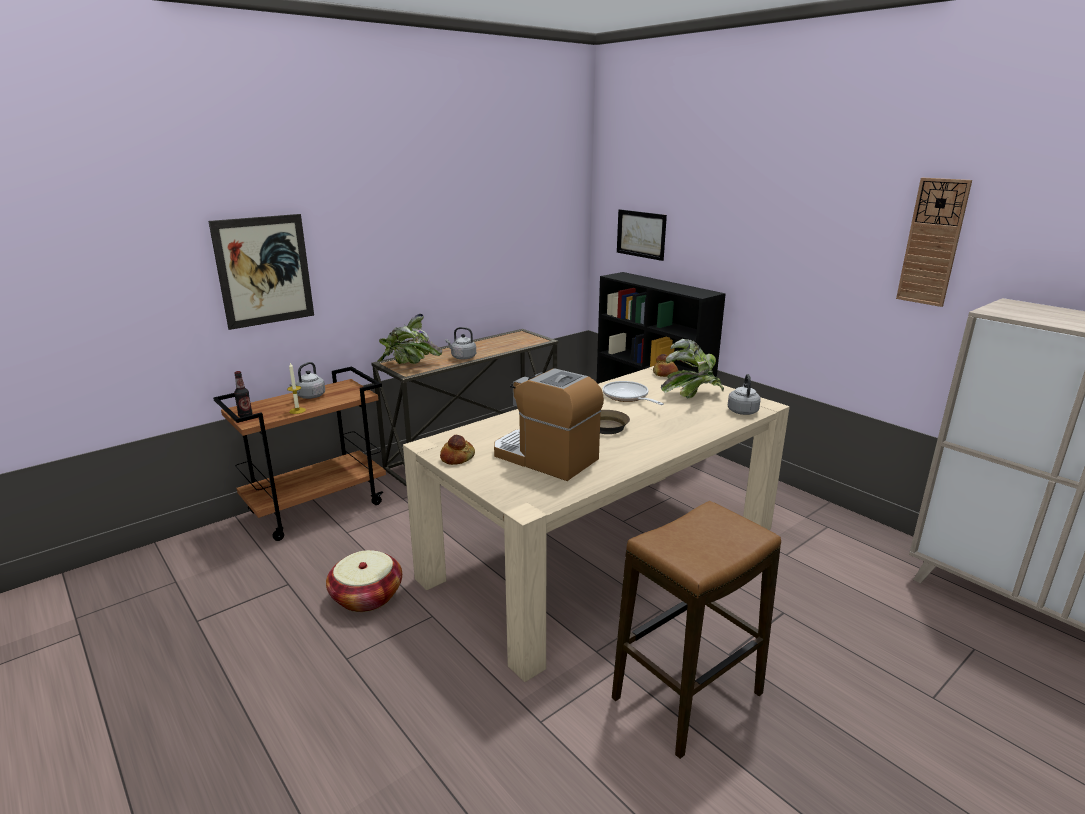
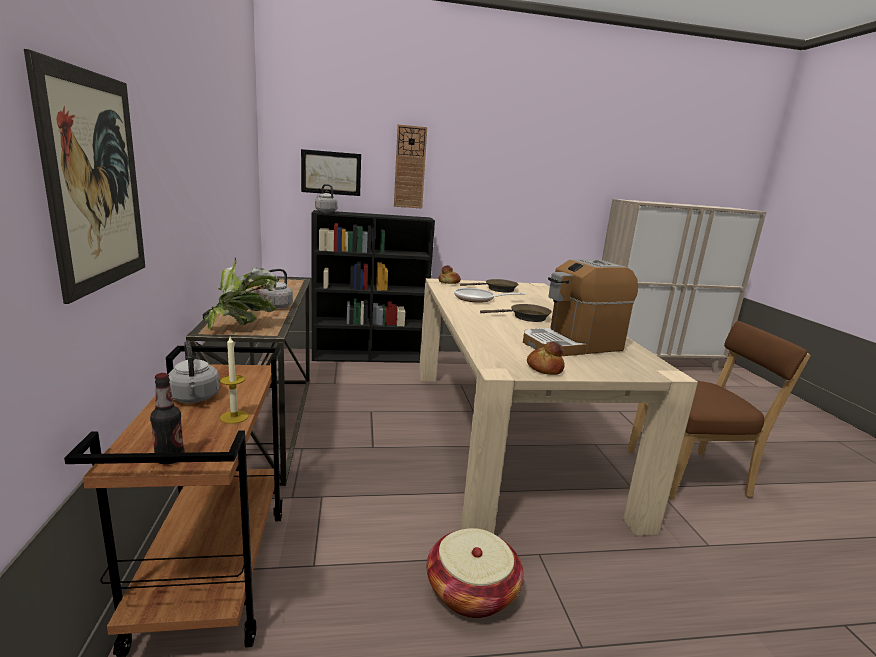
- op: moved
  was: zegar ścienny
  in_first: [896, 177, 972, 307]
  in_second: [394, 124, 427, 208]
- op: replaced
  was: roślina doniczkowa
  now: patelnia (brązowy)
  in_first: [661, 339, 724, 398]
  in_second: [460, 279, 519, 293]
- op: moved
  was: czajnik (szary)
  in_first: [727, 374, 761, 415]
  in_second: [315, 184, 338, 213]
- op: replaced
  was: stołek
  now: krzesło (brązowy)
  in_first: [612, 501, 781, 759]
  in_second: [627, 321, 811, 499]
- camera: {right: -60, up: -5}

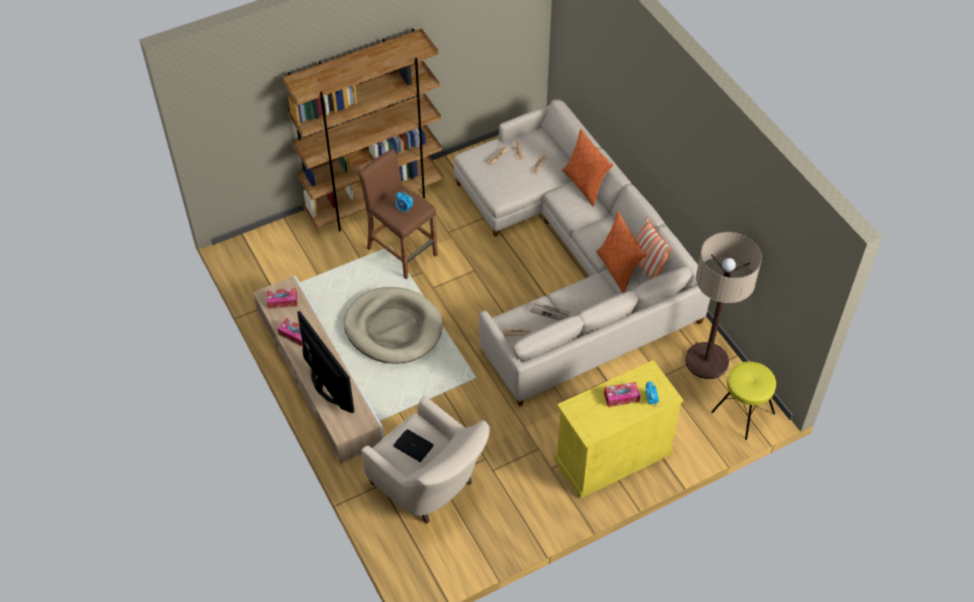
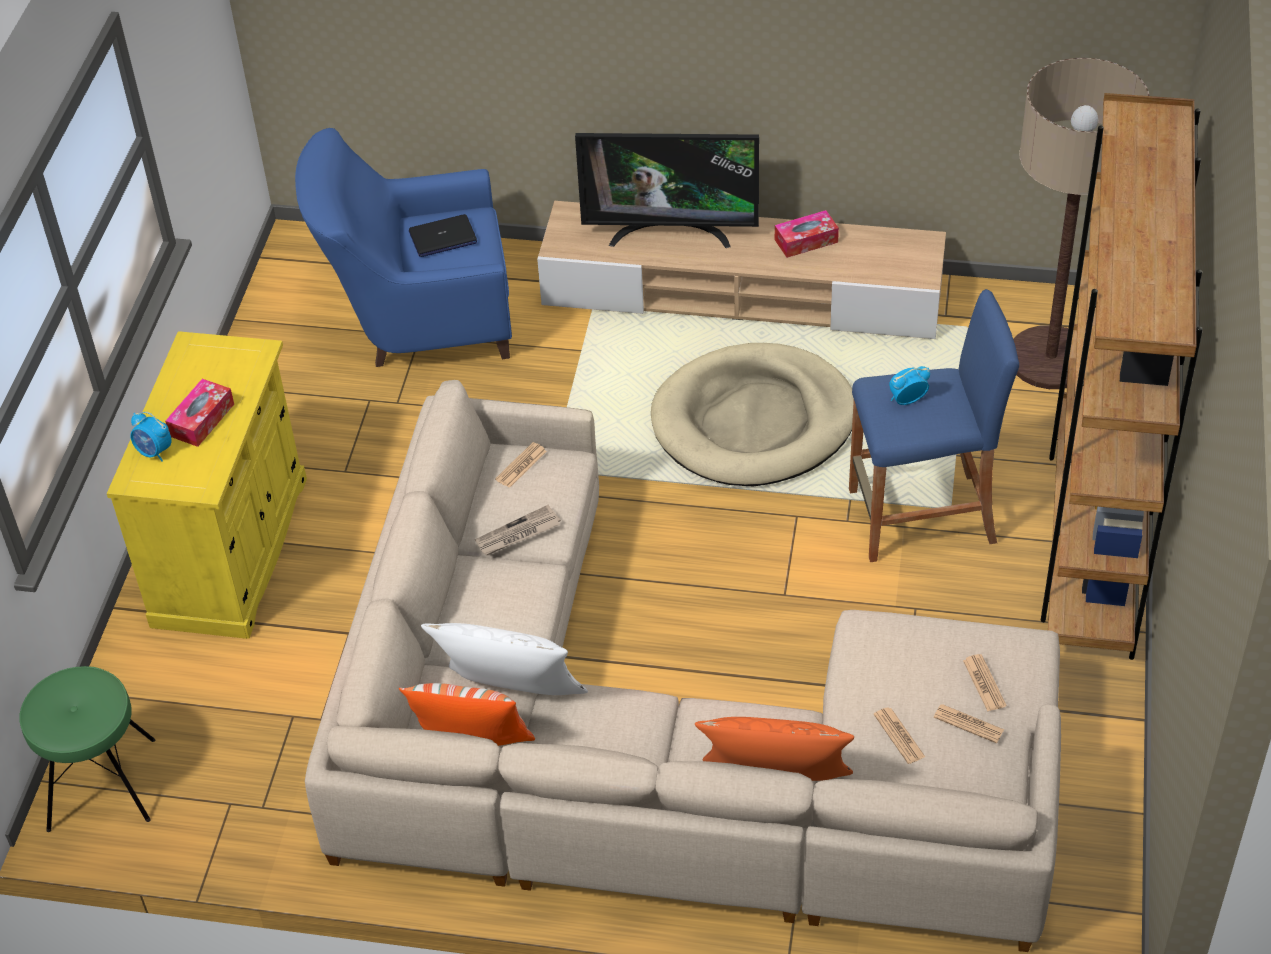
- op: recoloured
  was: stołek (brązowy)
  now: stołek (niebieski)
  in_first: [358, 149, 438, 279]
  in_second: [849, 289, 1019, 562]
- op: recoloured
  was: poduszka (pomarańczowy)
  now: poduszka (biały)
  in_first: [596, 212, 647, 293]
  in_second: [421, 623, 588, 695]
- op: moved
  was: lampa stojąca
  in_first: [685, 232, 762, 379]
  in_second: [1013, 58, 1149, 389]
- op: removed
  was: pudełko chusteczek
  in_first: [267, 288, 297, 309]
- op: recoloured
  was: stołek (żółty)
  now: stołek (zielony)
  in_first: [711, 362, 776, 440]
  in_second: [19, 666, 155, 832]
- op: recoloured
  was: fotel (beżowy)
  now: fotel (niebieski)
  in_first: [361, 396, 490, 523]
  in_second: [295, 128, 512, 367]
- camera: {right: 130, up: -5}

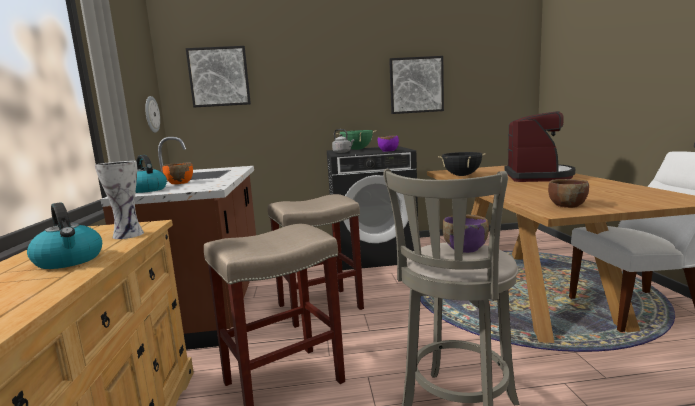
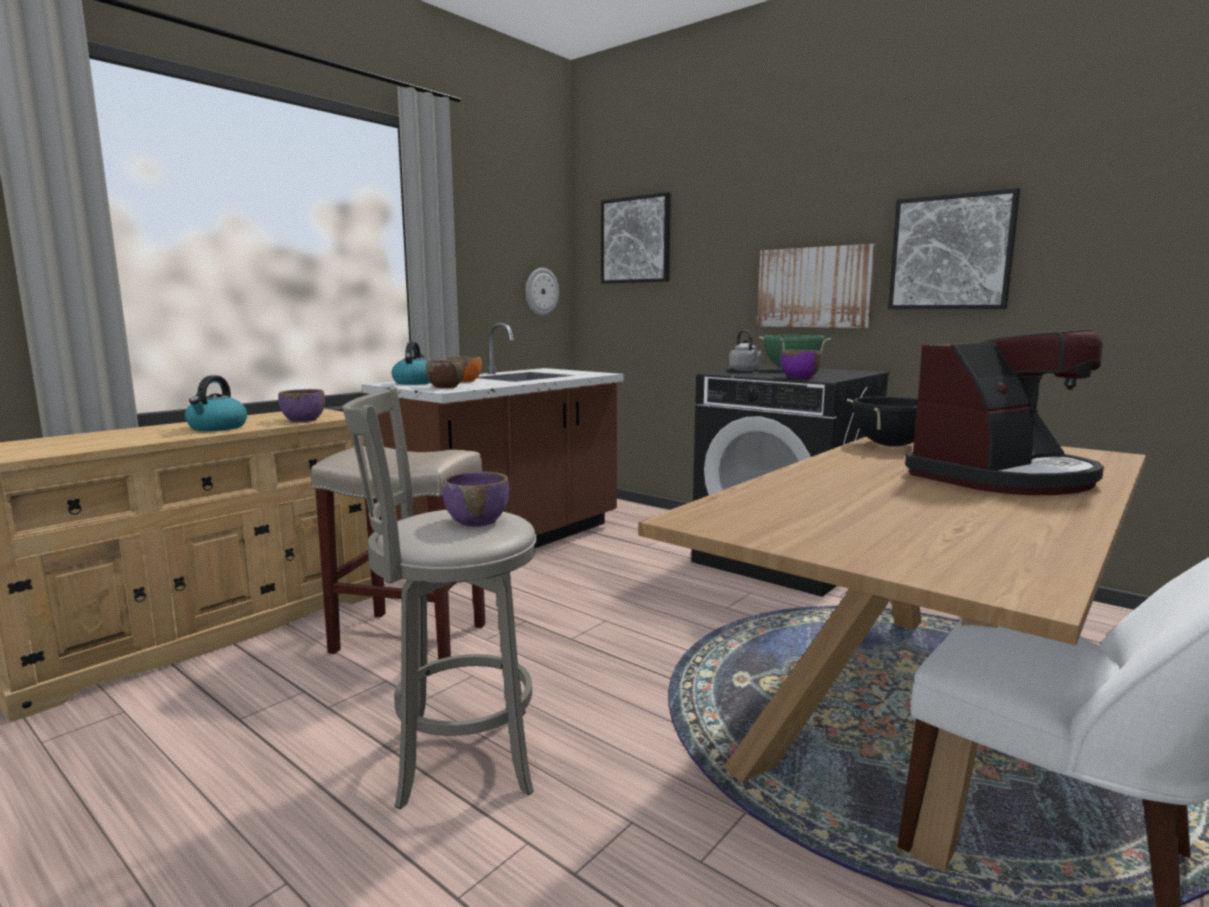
- op: replaced
  was: wazon
  now: miska (fioletowy)
  in_first: [95, 161, 144, 239]
  in_second: [278, 389, 325, 422]
- op: moved
  was: miska (brązowy)
  in_first: [548, 179, 589, 208]
  in_second: [426, 360, 464, 388]
- op: removed
  was: stołek (beżowy)
  in_first: [268, 194, 364, 328]
- op: added
  now: obraz
  in_second: [757, 244, 876, 328]
- camera: {right: 45, up: 0}

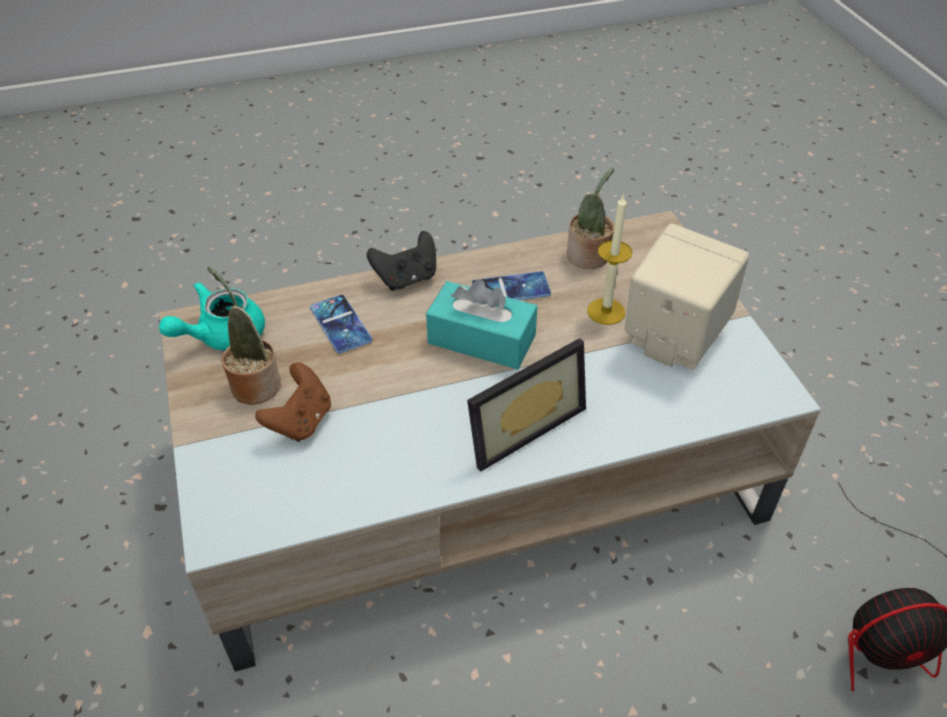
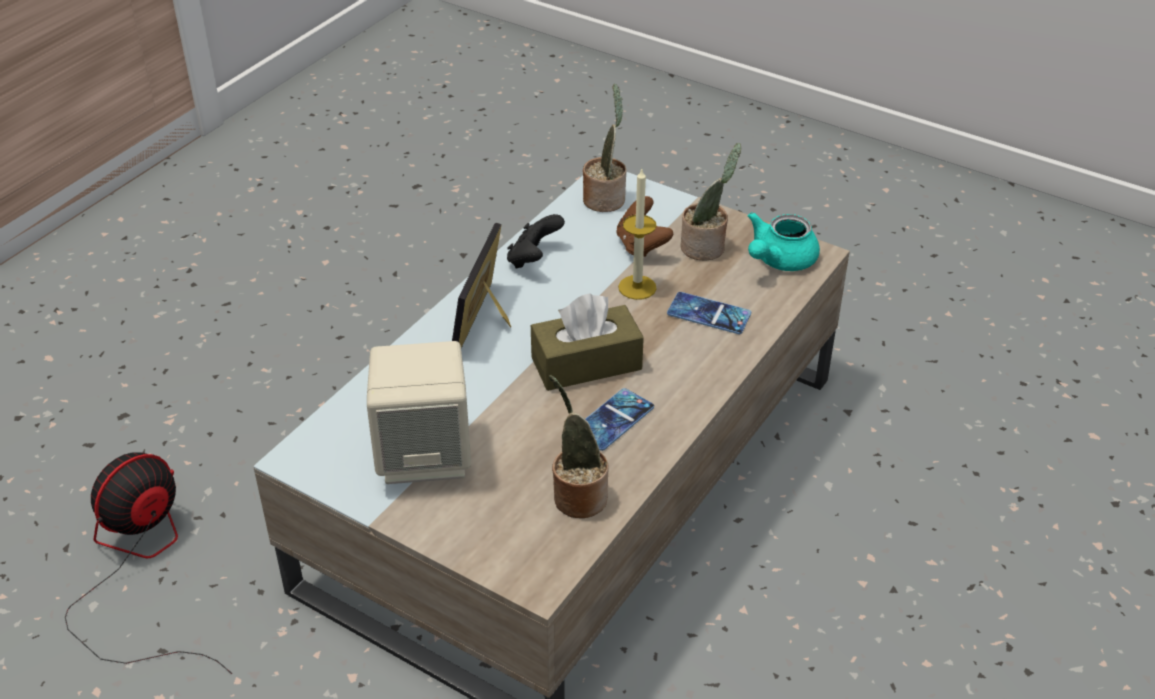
- op: moved
  was: świeca
  in_first: [587, 194, 632, 325]
  in_second: [618, 169, 657, 300]
- op: moved
  was: pad do gier (czarny)
  in_first: [367, 231, 436, 291]
  in_second: [507, 214, 565, 269]
- op: recoloured
  was: pudełko chusteczek (turkusowy)
  now: pudełko chusteczek (brązowy)
  in_first: [426, 279, 538, 369]
  in_second: [531, 293, 644, 391]
- op: turned
  was: imbryk (turkusowy)
  in_first: [159, 282, 265, 351]
  in_second: [748, 212, 820, 271]
  clockwise: -150
- op: added
  now: roślina doniczkowa
  in_second: [583, 84, 626, 212]
- camera: {right: 140, up: -5}

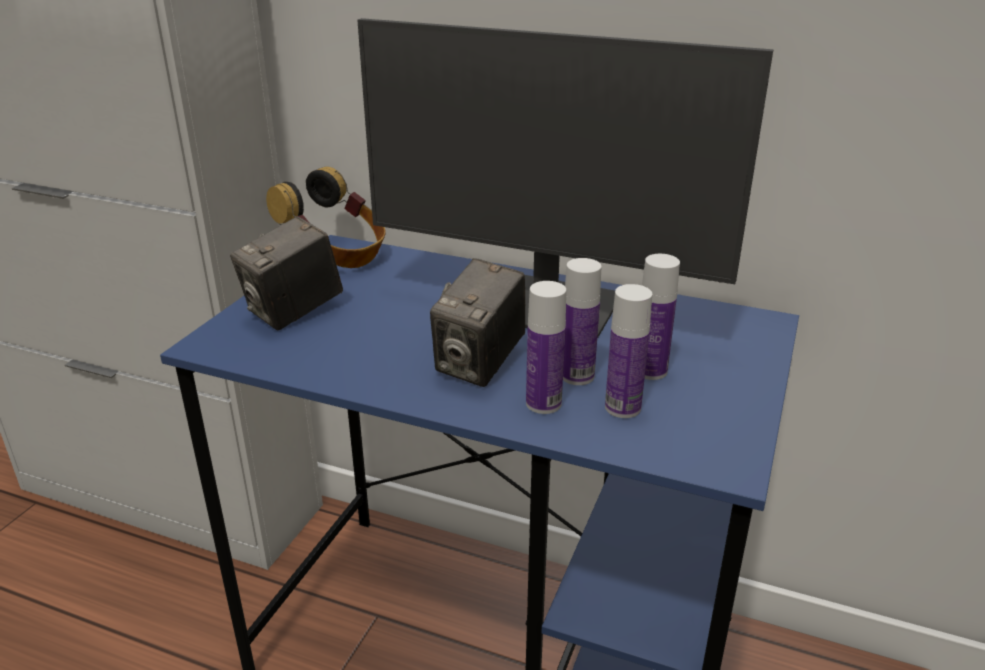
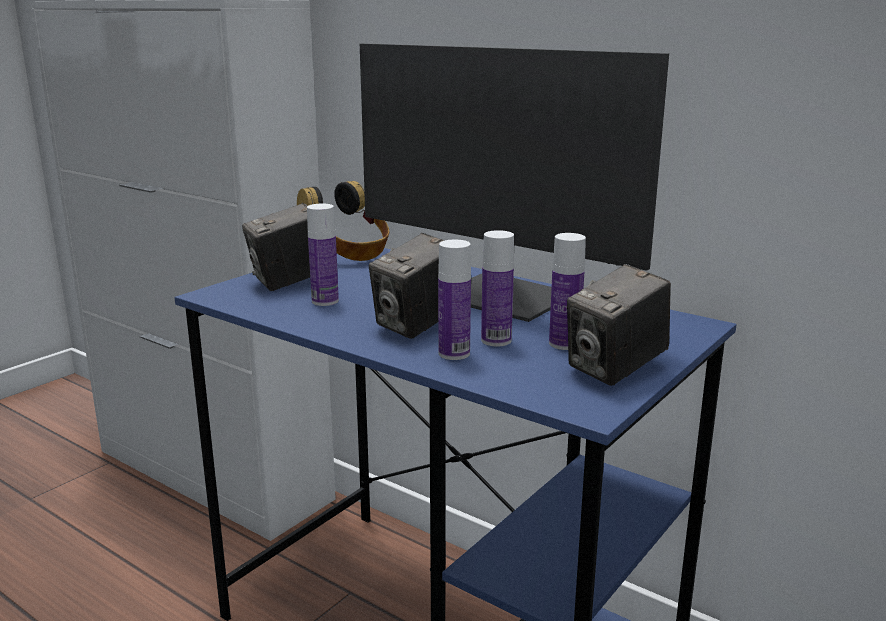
- op: moved
  was: butelka
  in_first: [605, 284, 652, 418]
  in_second: [307, 204, 339, 306]
- op: added
  now: aparat fotograficzny
  in_second: [567, 264, 671, 386]
- camera: {right: 15, up: -10}

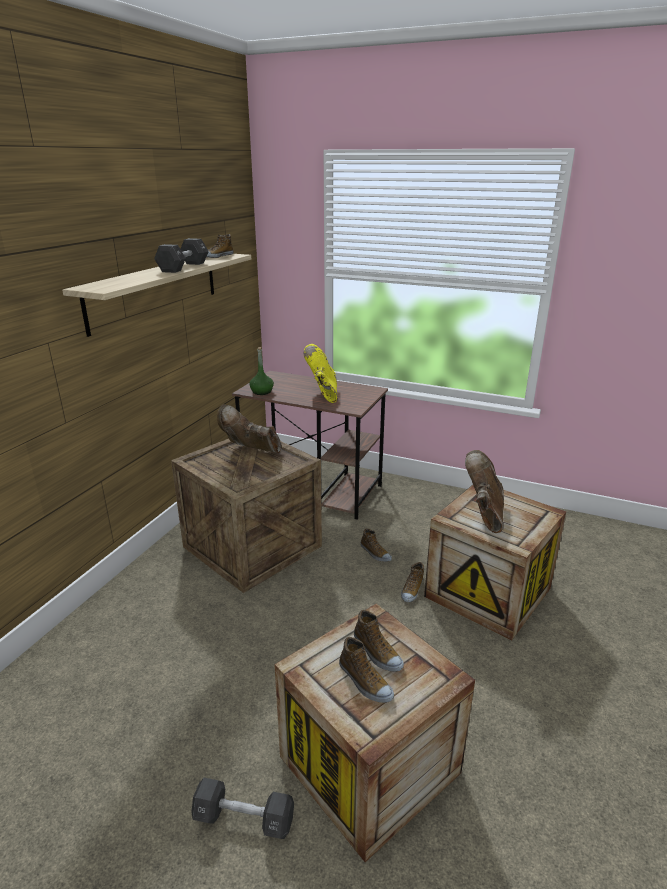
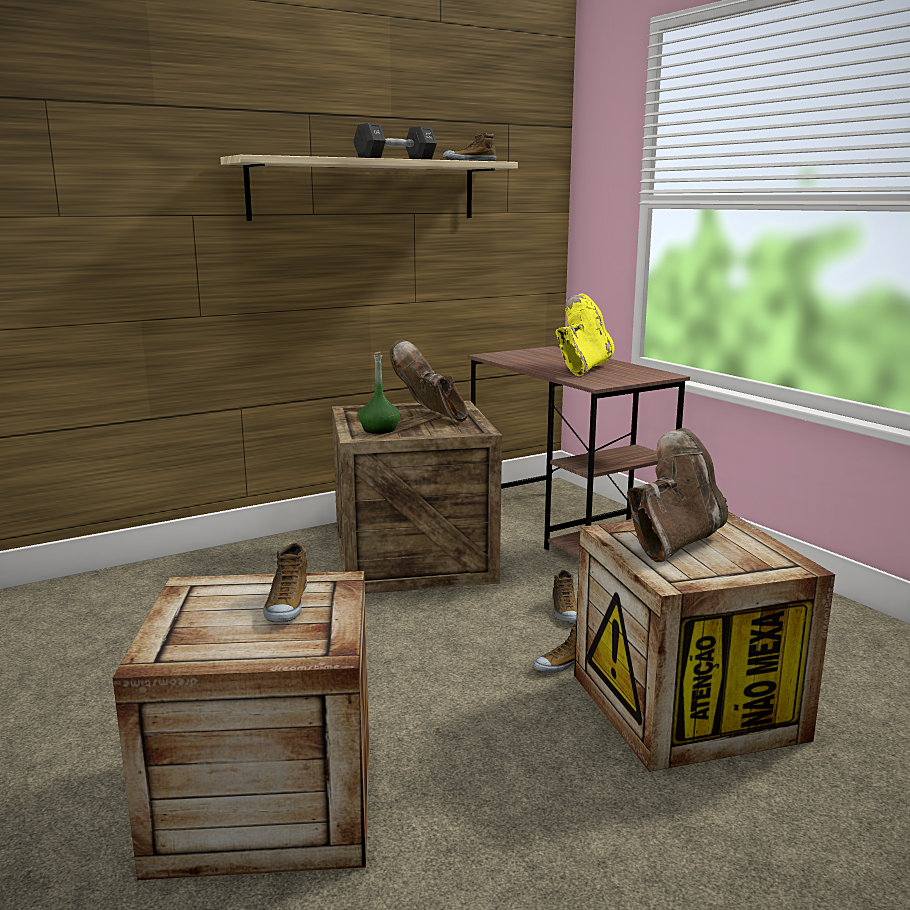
- op: moved
  was: butelka (zielony)
  in_first: [249, 347, 274, 395]
  in_second: [359, 352, 400, 434]
- op: removed
  was: but
  in_first: [339, 637, 394, 703]
- op: removed
  was: hantel (czarny)
  in_first: [191, 778, 294, 839]
- camera: {right: 35, up: -10}

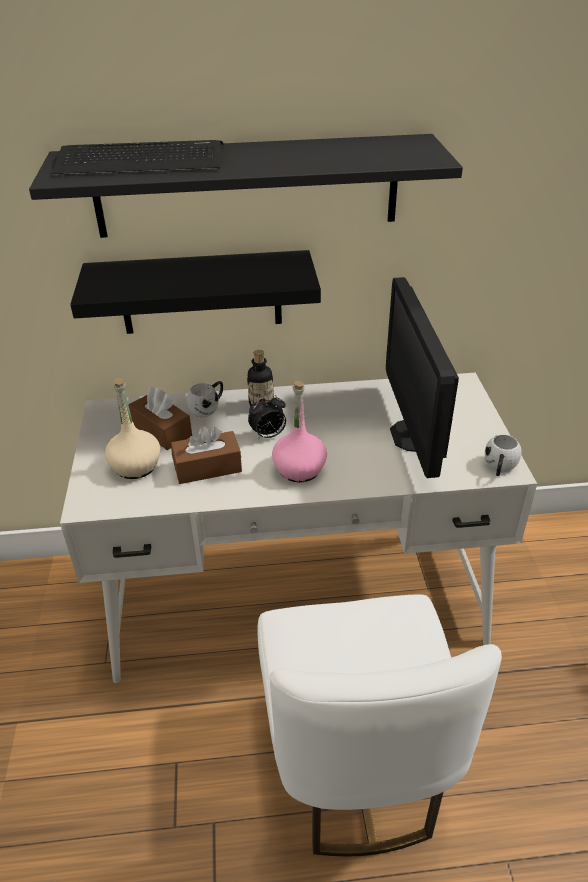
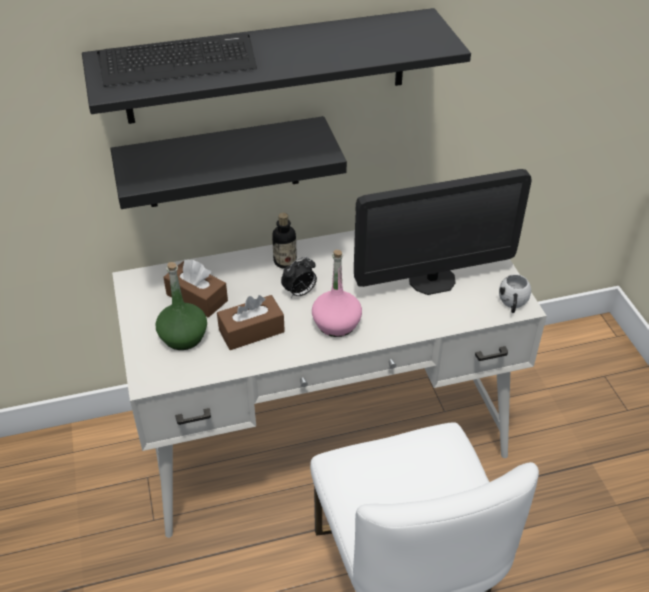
- op: turned
  was: monitor
  in_first: [386, 277, 459, 478]
  in_second: [354, 169, 532, 295]
  clockwise: -90
- op: recoloured
  was: butelka (beżowy)
  now: butelka (zielony)
  in_first: [105, 378, 161, 479]
  in_second: [155, 262, 207, 350]
- op: removed
  was: kubek (biały)
  in_first: [187, 381, 223, 417]
- camera: {right: -10, up: 5}

